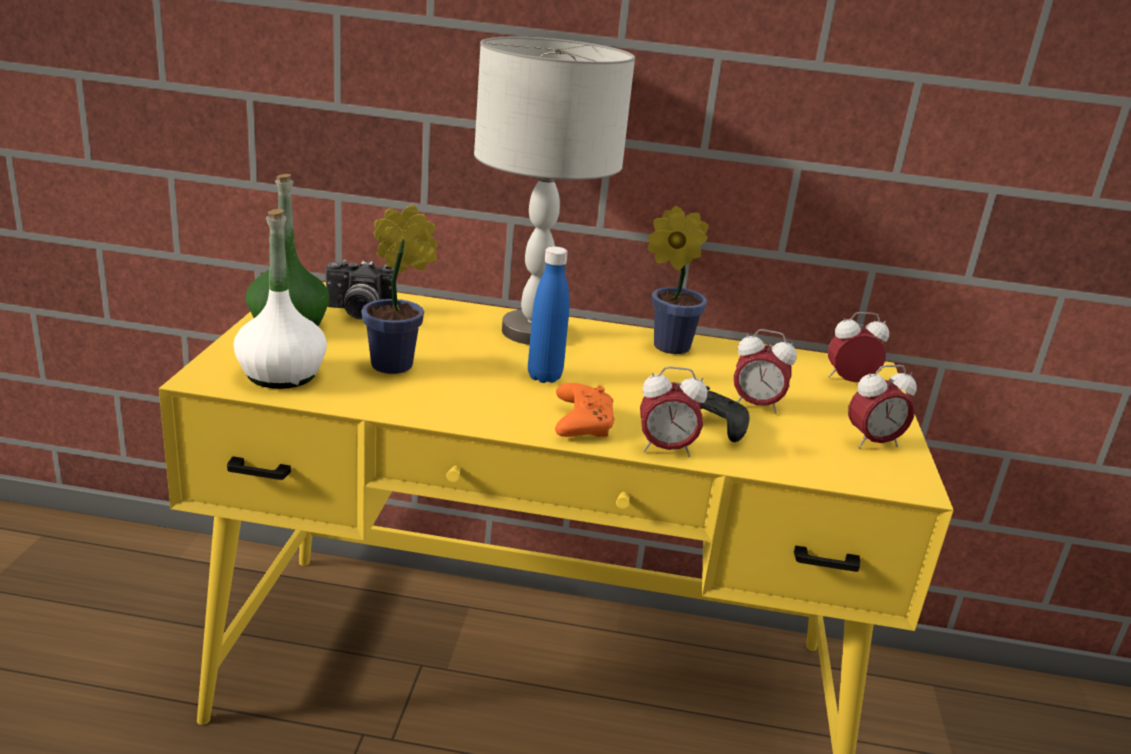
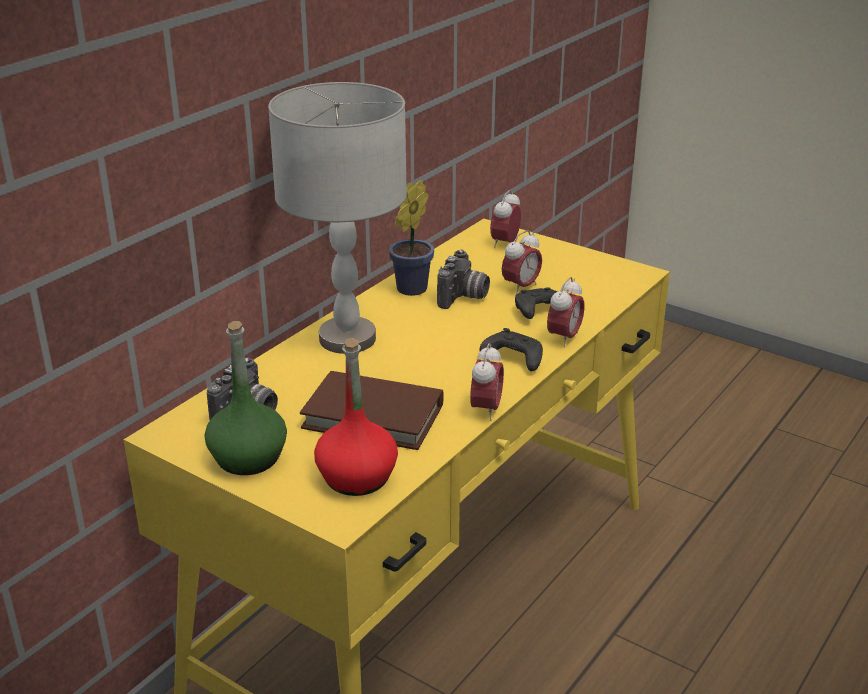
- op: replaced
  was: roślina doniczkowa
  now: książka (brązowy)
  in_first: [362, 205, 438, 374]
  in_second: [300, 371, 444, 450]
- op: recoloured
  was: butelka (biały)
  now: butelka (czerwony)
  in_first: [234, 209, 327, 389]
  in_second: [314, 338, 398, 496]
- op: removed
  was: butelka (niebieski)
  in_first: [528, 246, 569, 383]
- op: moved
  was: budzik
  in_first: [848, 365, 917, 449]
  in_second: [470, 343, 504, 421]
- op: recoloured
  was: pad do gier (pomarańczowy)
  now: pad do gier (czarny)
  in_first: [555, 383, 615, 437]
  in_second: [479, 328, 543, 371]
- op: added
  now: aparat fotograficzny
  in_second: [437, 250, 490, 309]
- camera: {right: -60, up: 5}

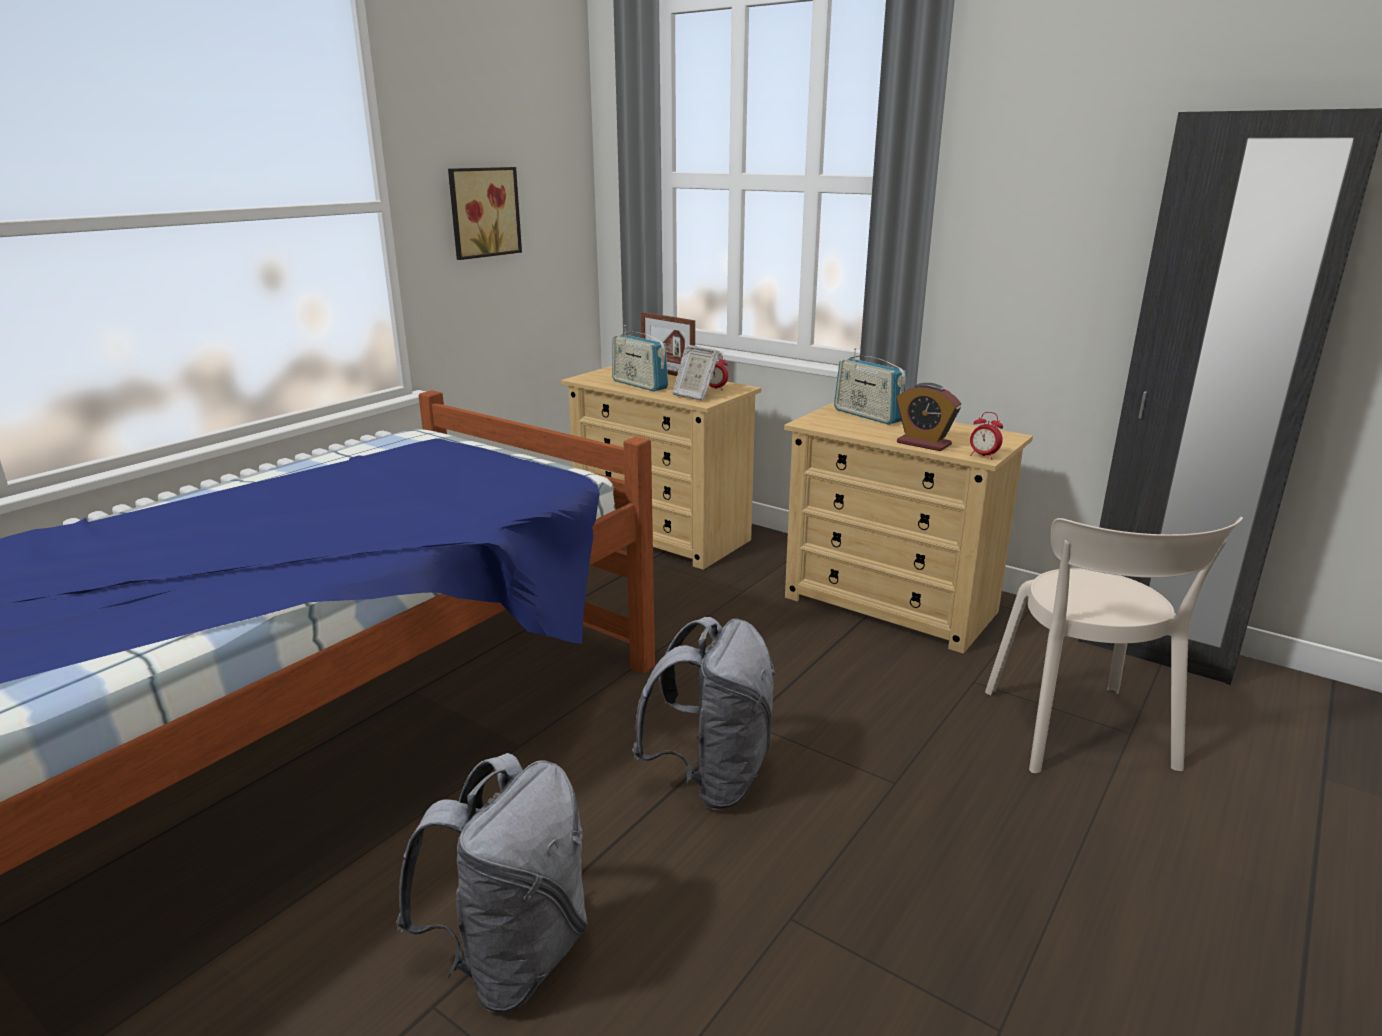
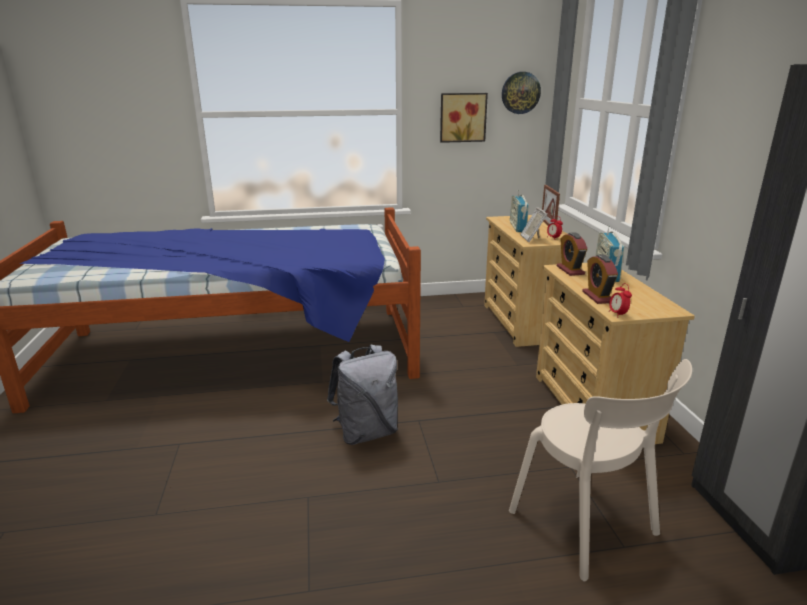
- op: turned
  was: krzesło (beżowy)
  in_first: [985, 517, 1243, 773]
  in_second: [509, 359, 692, 581]
  clockwise: -75
- op: removed
  was: plecak (szary)
  in_first: [396, 753, 588, 1012]
- op: added
  now: zegar ścienny
  in_second: [502, 72, 541, 114]
- op: added
  now: budzik
  in_second: [557, 232, 587, 276]
- camera: {right: 45, up: 0}

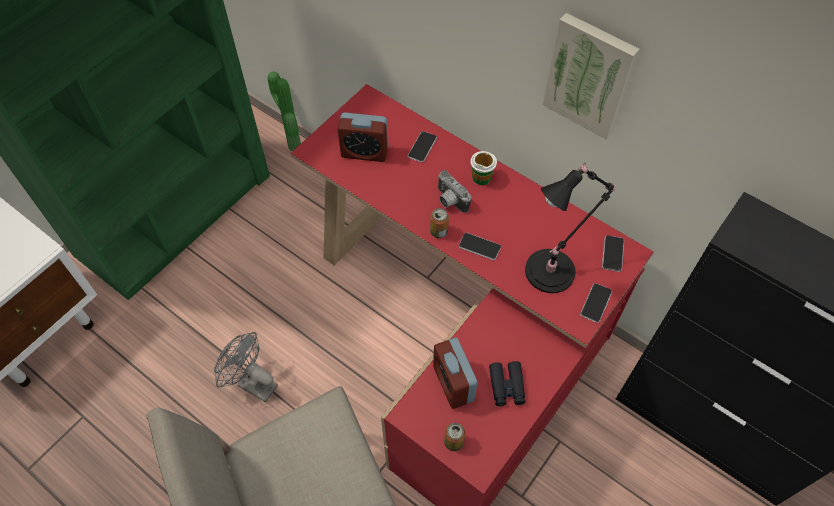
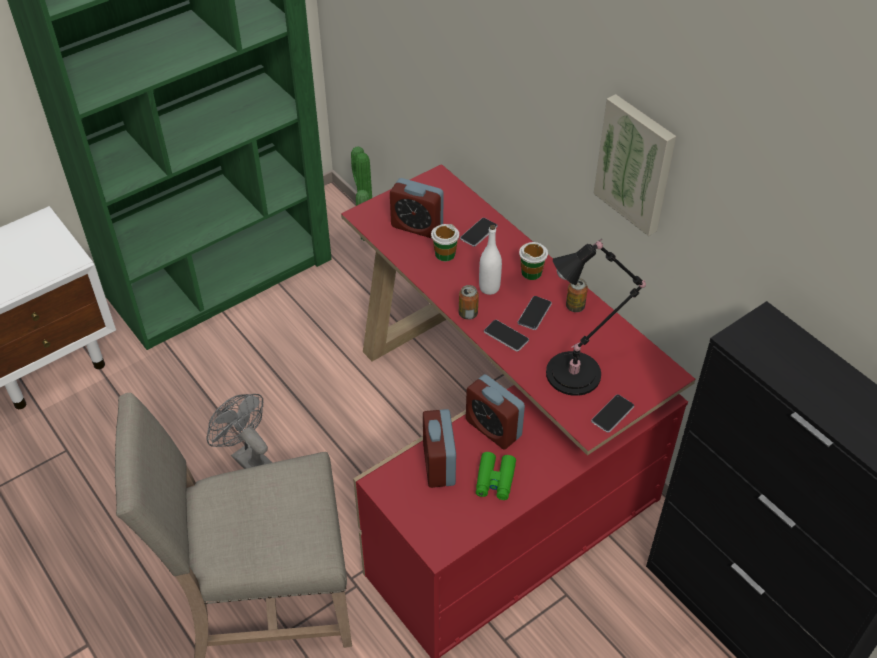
- op: replaced
  was: aparat fotograficzny
  now: butelka (biały)
  in_first: [438, 170, 471, 213]
  in_second: [479, 225, 502, 295]
- op: moved
  was: telefon
  in_first: [602, 235, 624, 272]
  in_second: [518, 296, 552, 330]
- op: recoloured
  was: lornetka (czarny)
  now: lornetka (zielony)
  in_first: [489, 361, 526, 406]
  in_second: [476, 452, 516, 500]
- op: moved
  was: puszka
  in_first: [444, 423, 466, 451]
  in_second: [566, 278, 588, 312]
- op: added
  now: filiżanka
  in_second: [431, 224, 459, 261]
- op: added
  now: budzik
  in_second: [466, 374, 525, 450]
- camera: {right: 15, up: -10}

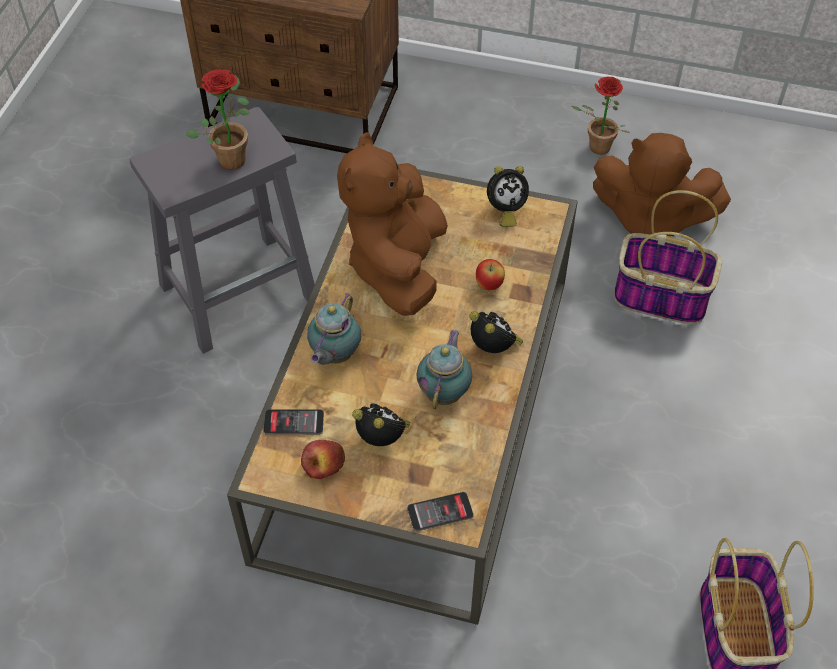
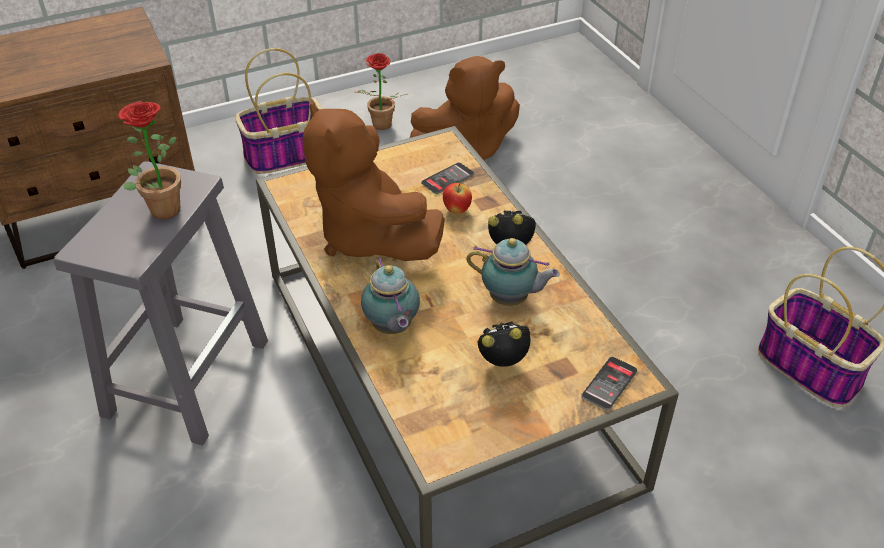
- op: removed
  was: budzik
  in_first: [487, 166, 529, 227]
- op: moved
  was: koszyk
  in_first: [614, 190, 722, 324]
  in_second: [235, 48, 322, 174]
- op: turned
  was: imbryk
  in_first: [417, 330, 472, 409]
  in_second: [466, 238, 560, 306]
  clockwise: 135
- op: moved
  was: telefon
  in_first: [264, 409, 324, 435]
  in_second: [421, 163, 474, 194]
- op: removed
  was: jabłko
  in_first: [301, 440, 345, 479]
- camera: {right: -40, up: -10}

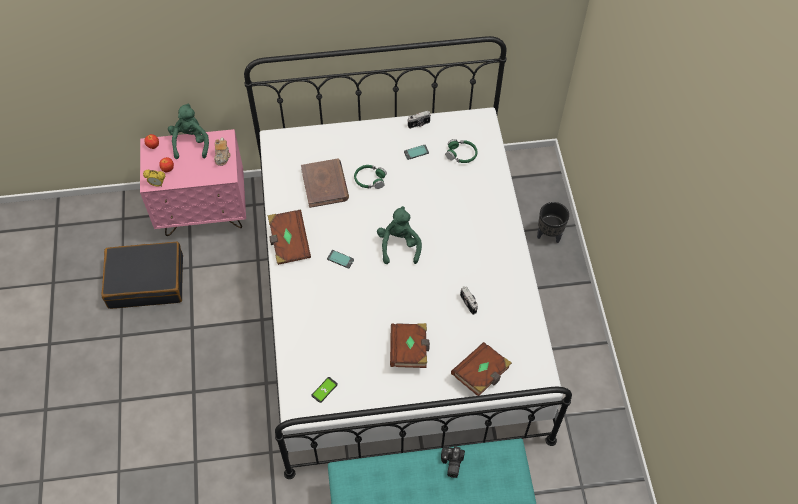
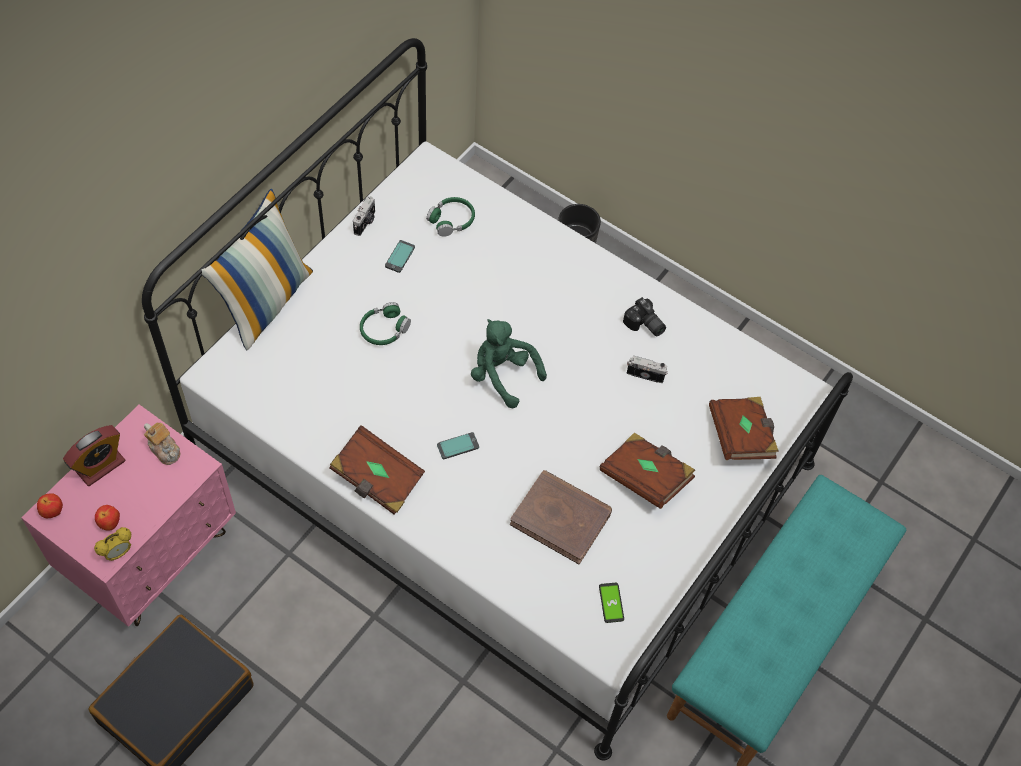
- op: replaced
  was: pluszak (zielony)
  now: budzik
  in_first: [168, 104, 209, 159]
  in_second: [63, 425, 125, 486]
- op: moved
  was: książka (brązowy)
  in_first: [301, 159, 349, 208]
  in_second: [510, 470, 612, 564]
- op: moved
  was: aparat fotograficzny
  in_first: [441, 446, 465, 478]
  in_second: [623, 297, 666, 336]
- op: added
  now: poduszka
  in_second: [201, 189, 313, 350]
- camera: {right: -50, up: 0}

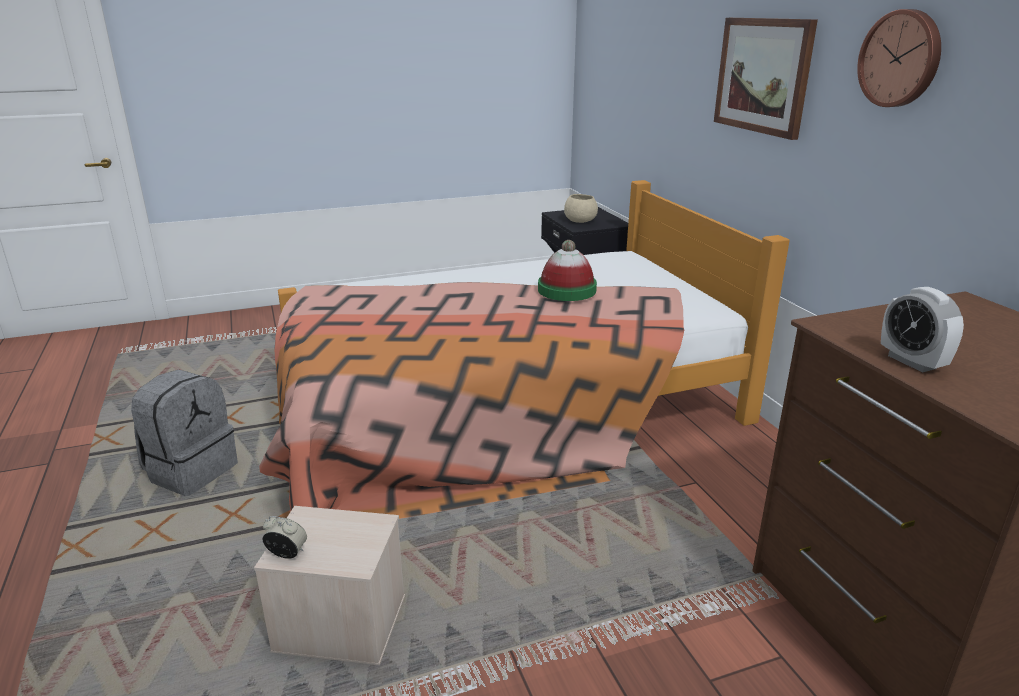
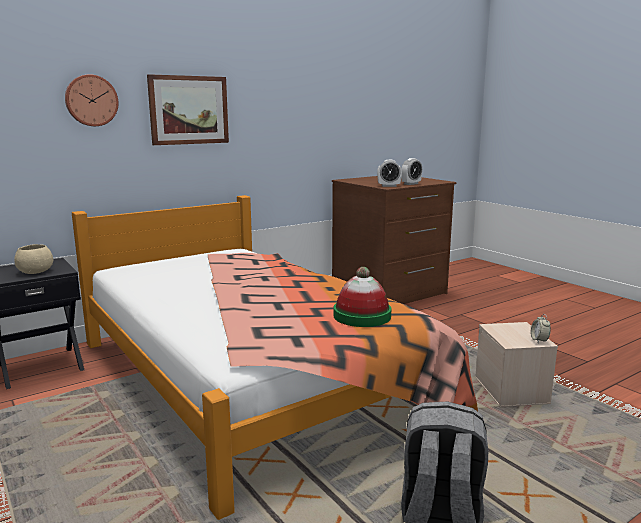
- op: moved
  was: zegar ścienny
  in_first: [857, 9, 941, 107]
  in_second: [65, 74, 119, 126]
- op: moved
  was: kapelusz
  in_first: [538, 240, 597, 301]
  in_second: [334, 267, 392, 327]
- op: added
  now: budzik
  in_second: [377, 160, 402, 187]
- camera: {right: -105, up: -10}

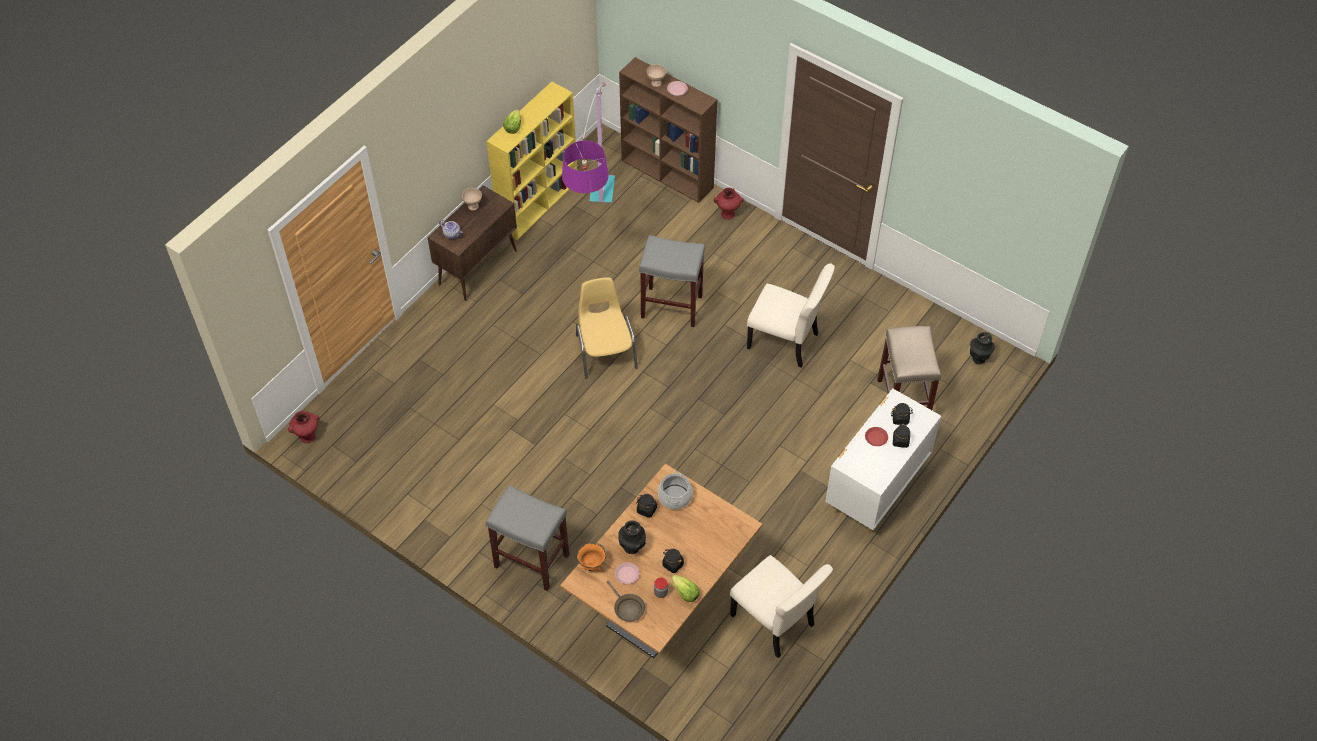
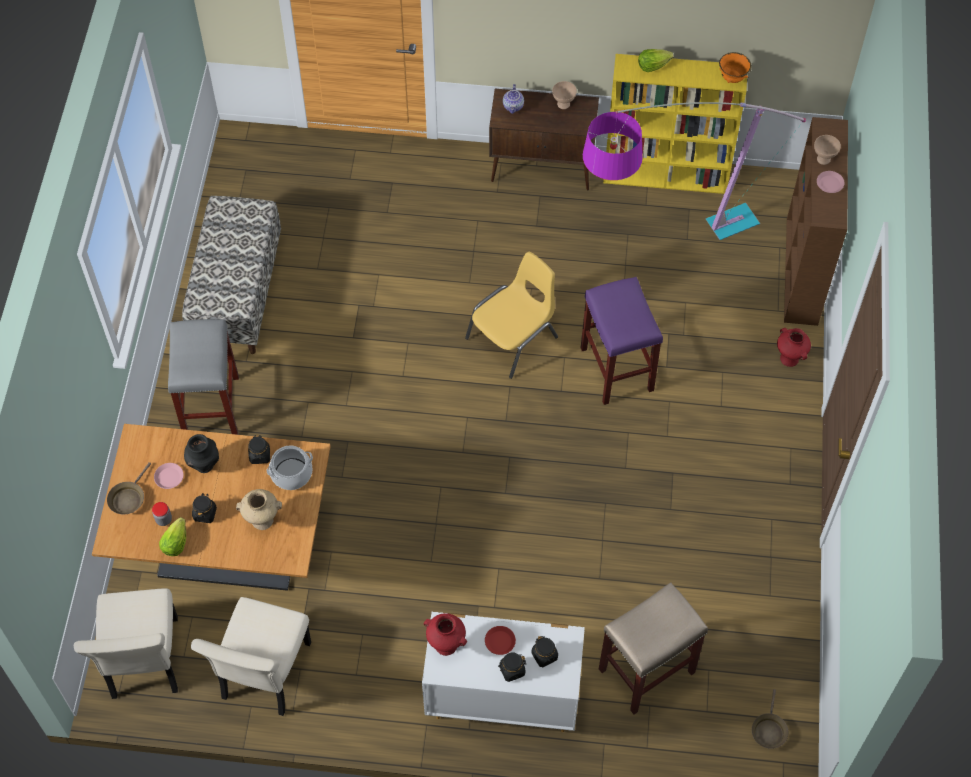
- op: recoloured
  was: stołek (szary)
  now: stołek (fioletowy)
  in_first: [639, 235, 705, 327]
  in_second: [581, 277, 663, 405]
- op: moved
  was: krzesło (beżowy)
  in_first: [747, 263, 835, 368]
  in_second: [74, 588, 178, 699]
- op: replaced
  was: wazon (czarny)
  now: patelnia (brązowy)
  in_first: [970, 332, 995, 364]
  in_second: [752, 689, 788, 749]
- op: moved
  was: wazon (czerwony)
  in_first: [288, 411, 320, 443]
  in_second: [423, 613, 467, 656]
- op: moved
  was: miska (pomarańczowy)
  in_first: [577, 543, 607, 571]
  in_second: [719, 52, 752, 83]
- op: added
  now: ławka
  in_second: [182, 196, 281, 354]
- op: added
  now: wazon (beżowy)
  in_second: [236, 489, 282, 530]
- camera: {right: 60, up: 5}

